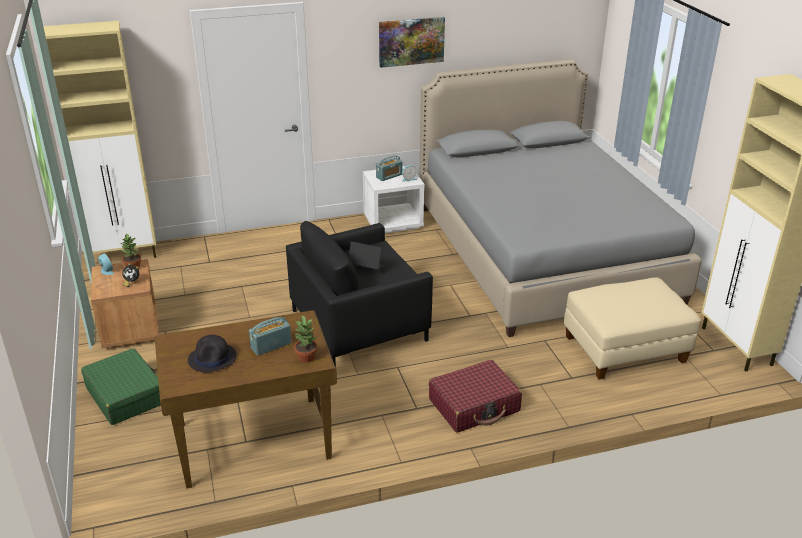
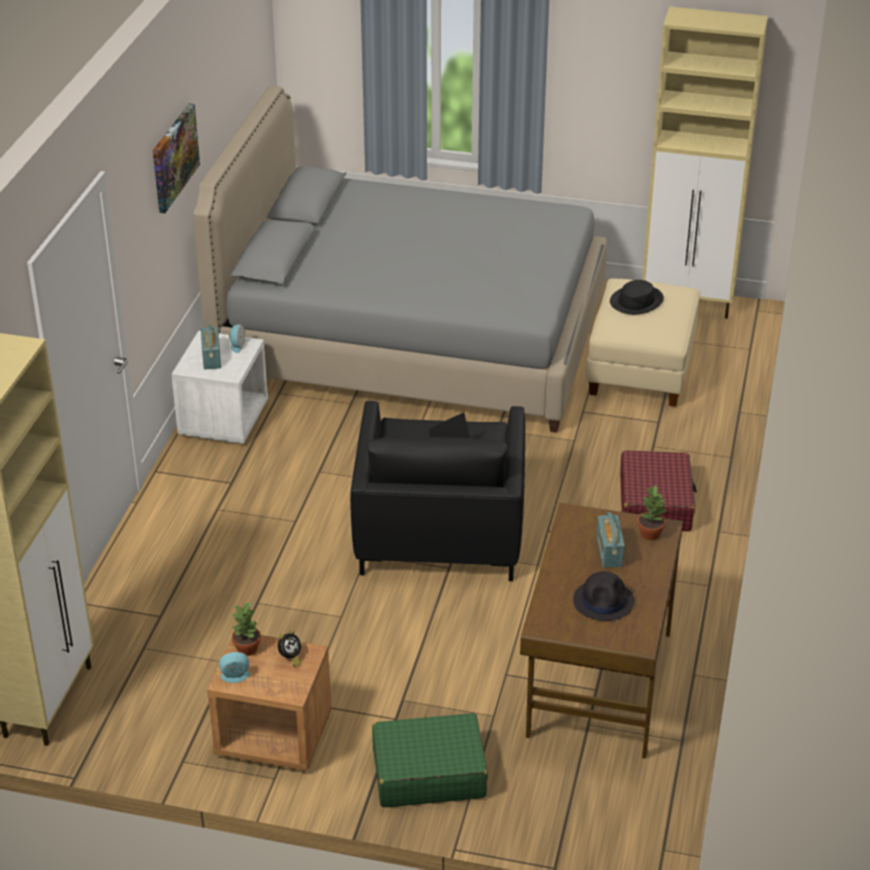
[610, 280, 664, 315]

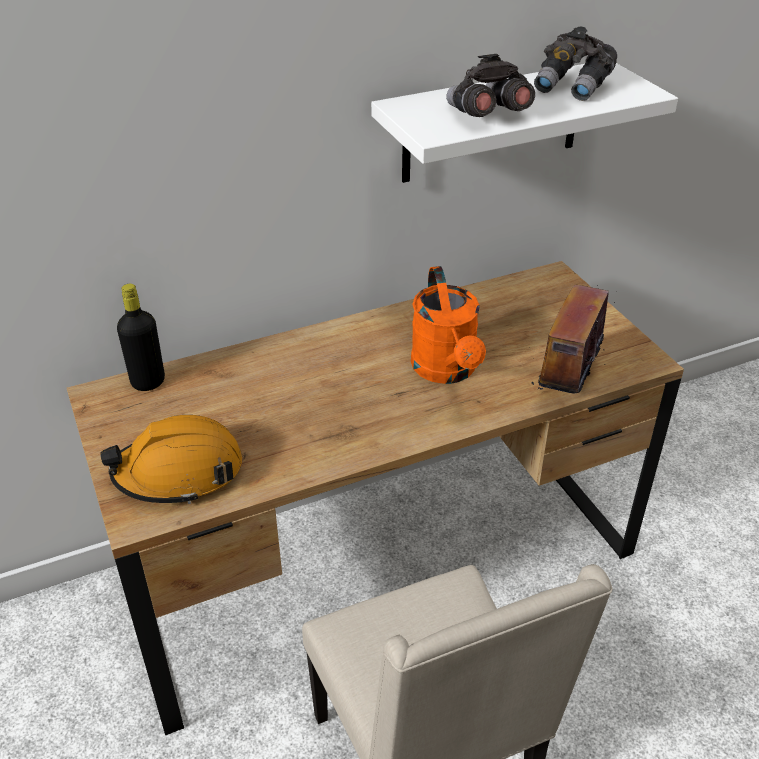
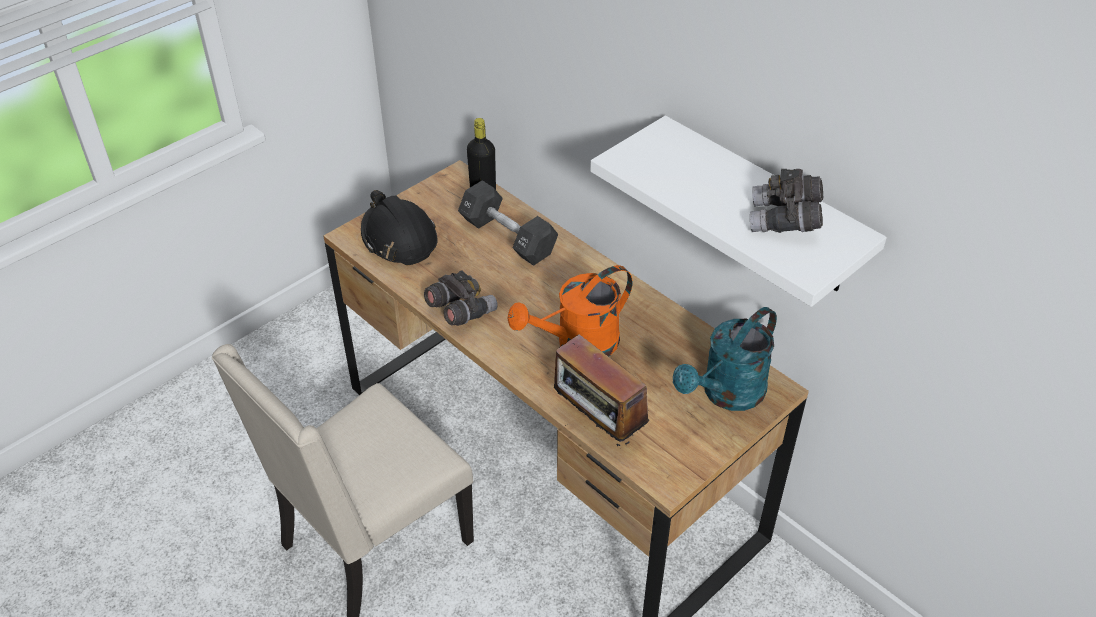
[361, 190, 438, 266]
[424, 271, 498, 326]
[546, 334, 649, 446]
[458, 180, 558, 266]
[673, 307, 777, 411]

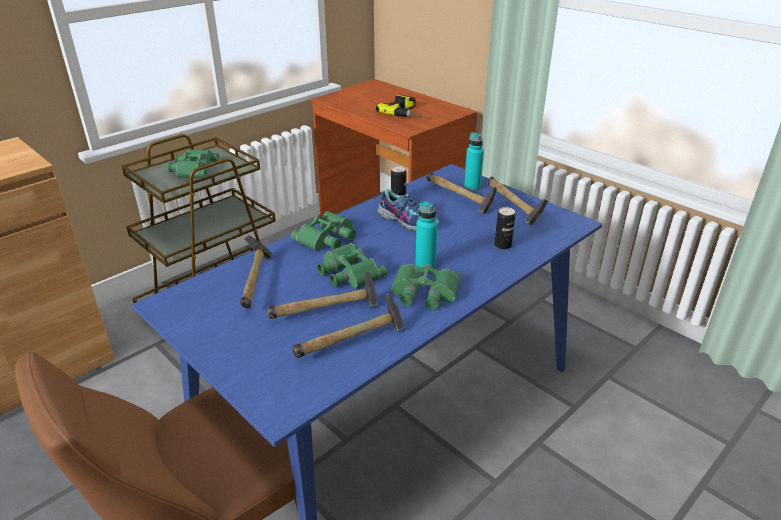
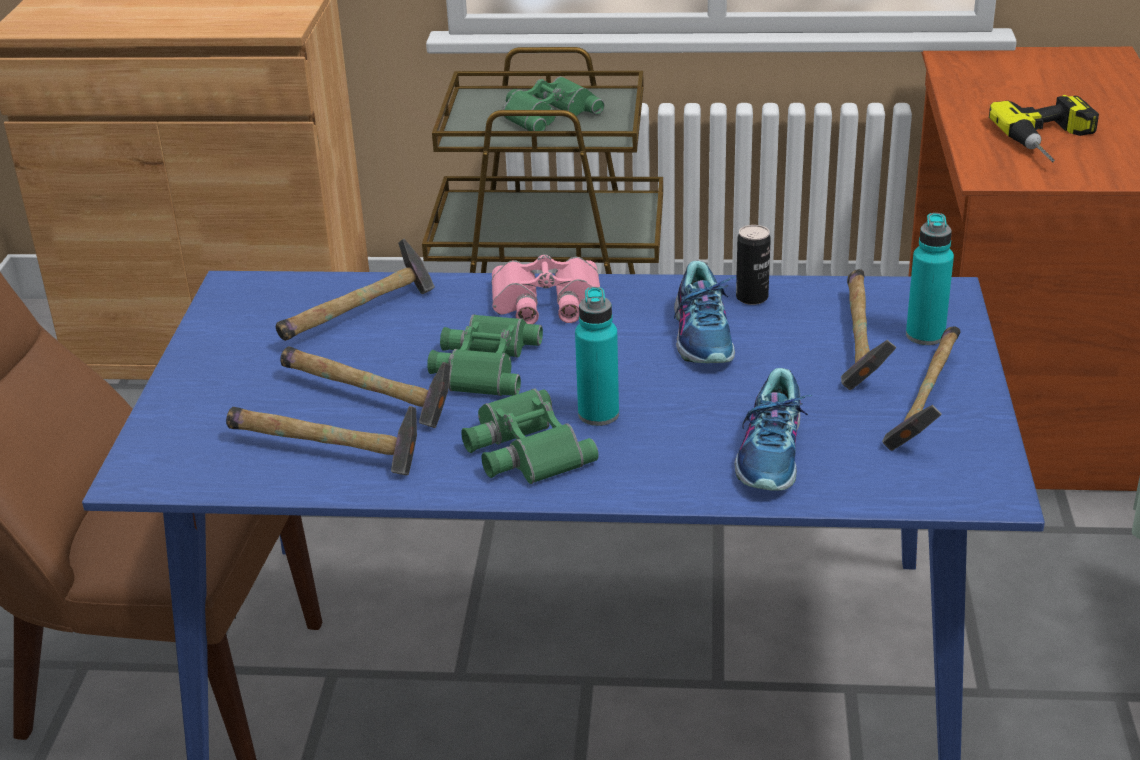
[491, 254, 600, 324]
[734, 368, 812, 491]

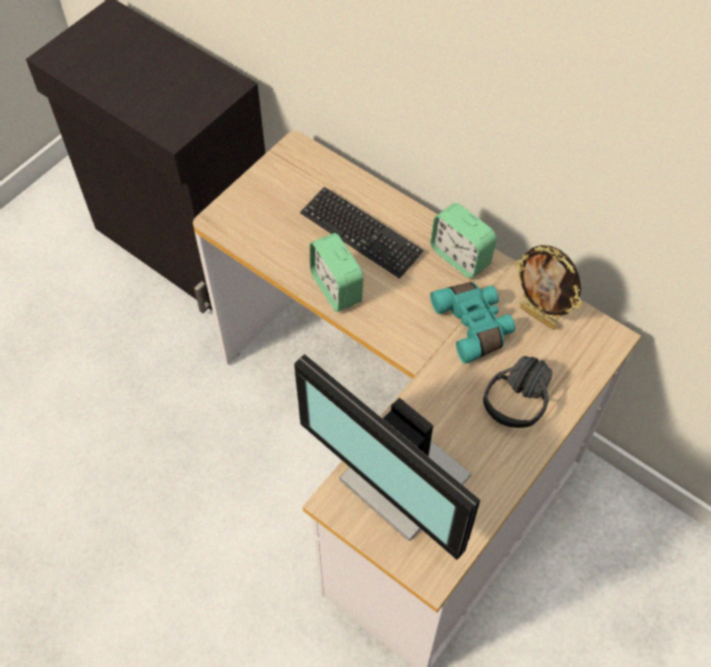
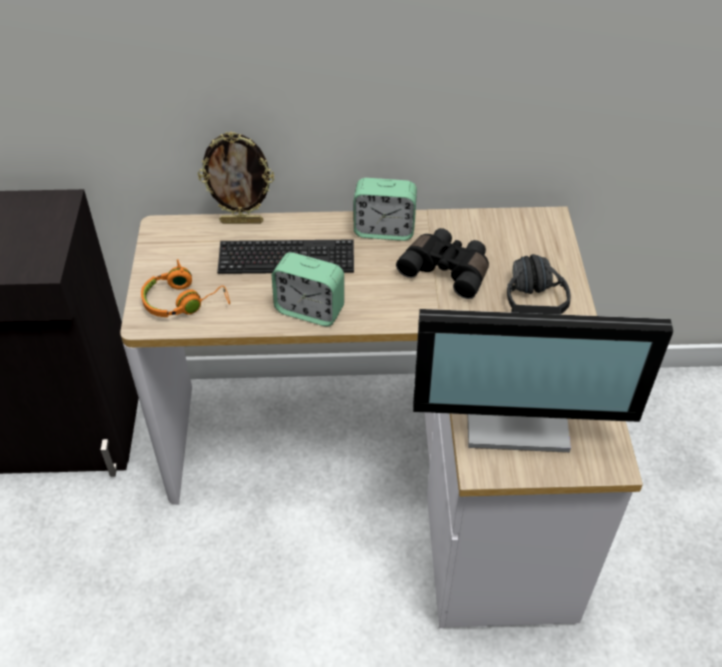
[396, 228, 489, 299]
[198, 131, 274, 224]
[141, 259, 230, 317]

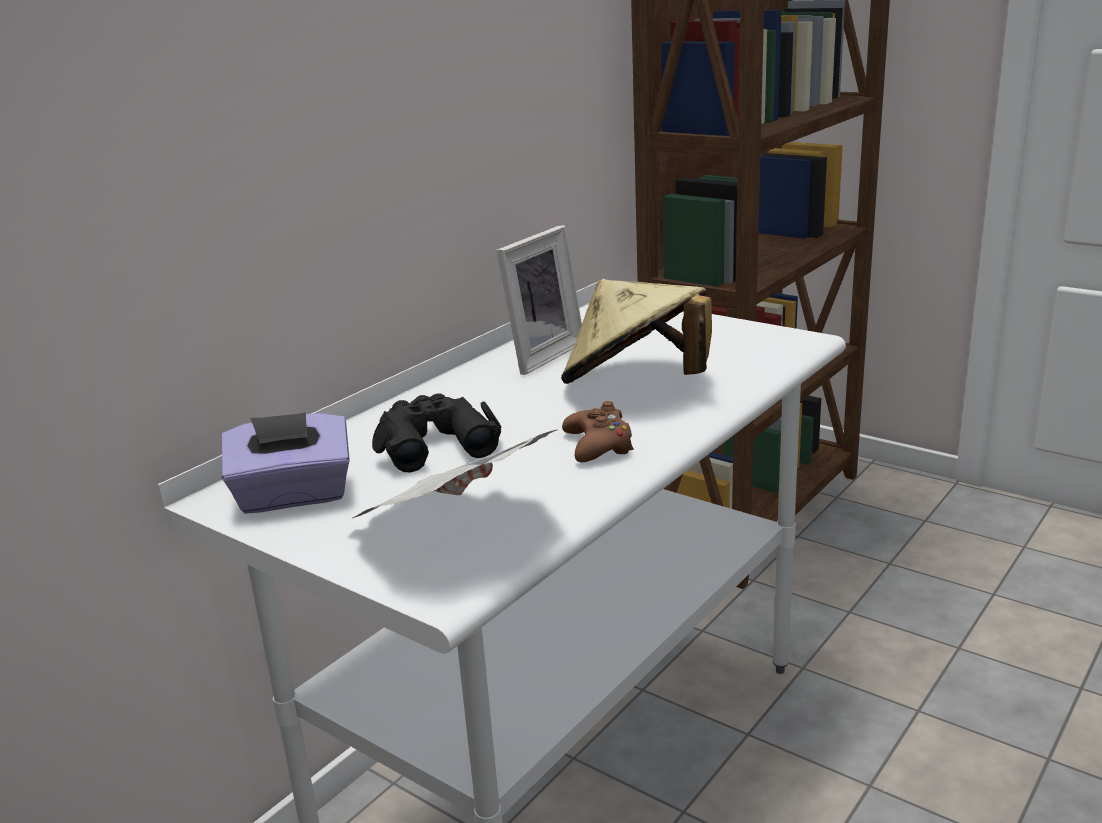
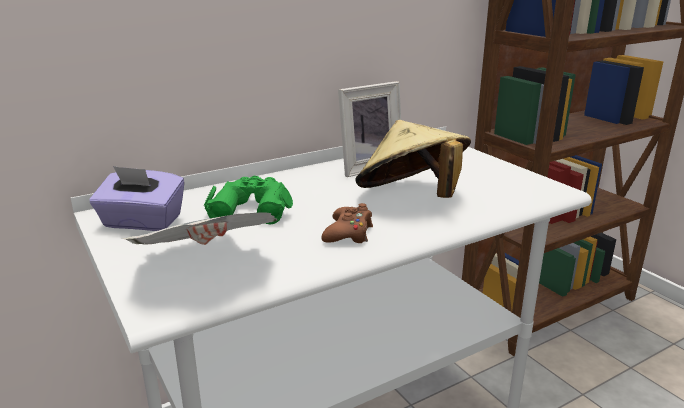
[204, 176, 293, 224]

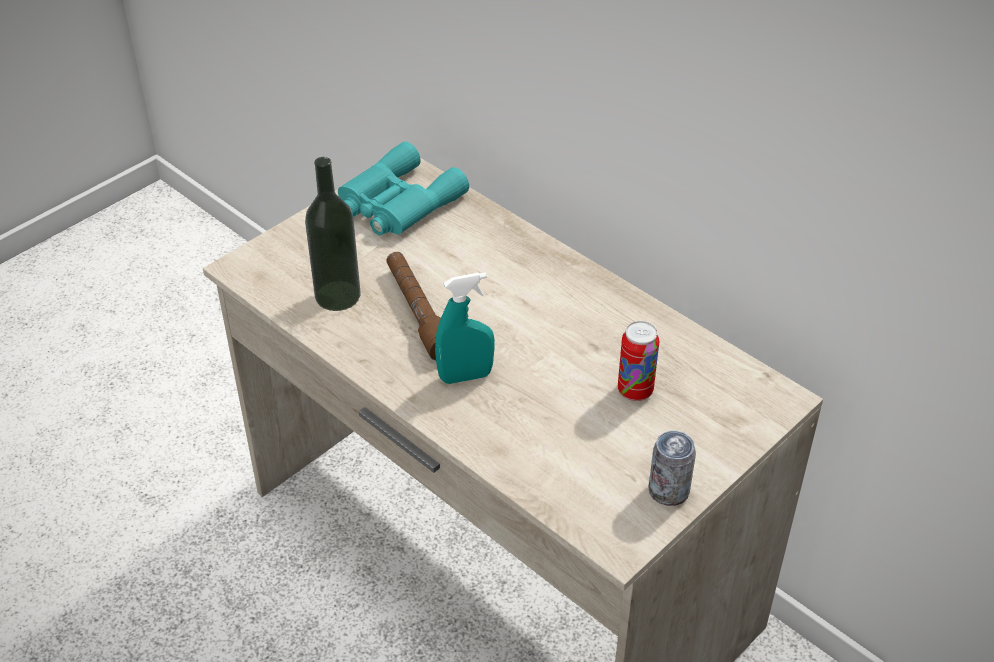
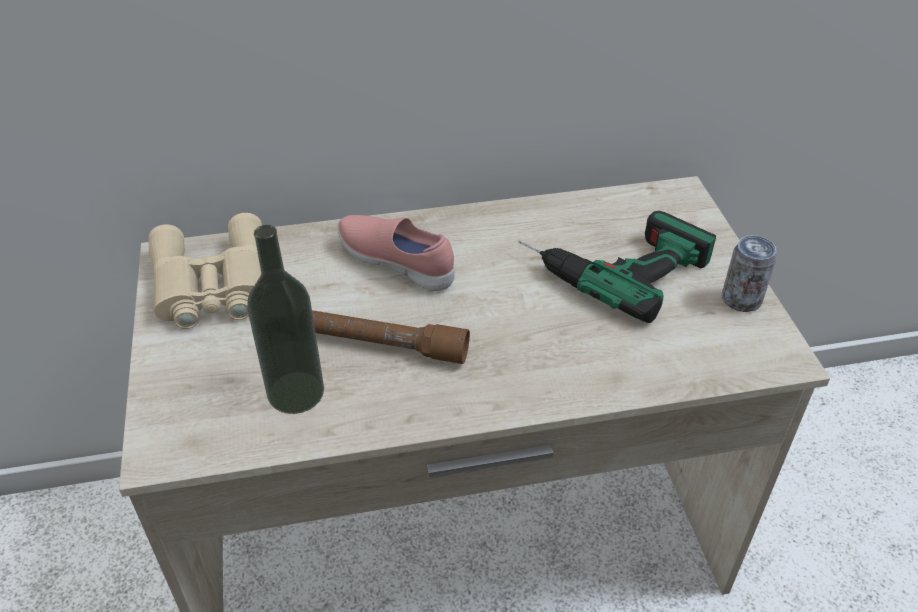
[149, 213, 262, 329]
[435, 273, 495, 384] (first image)
[518, 211, 716, 323]
[337, 215, 455, 291]

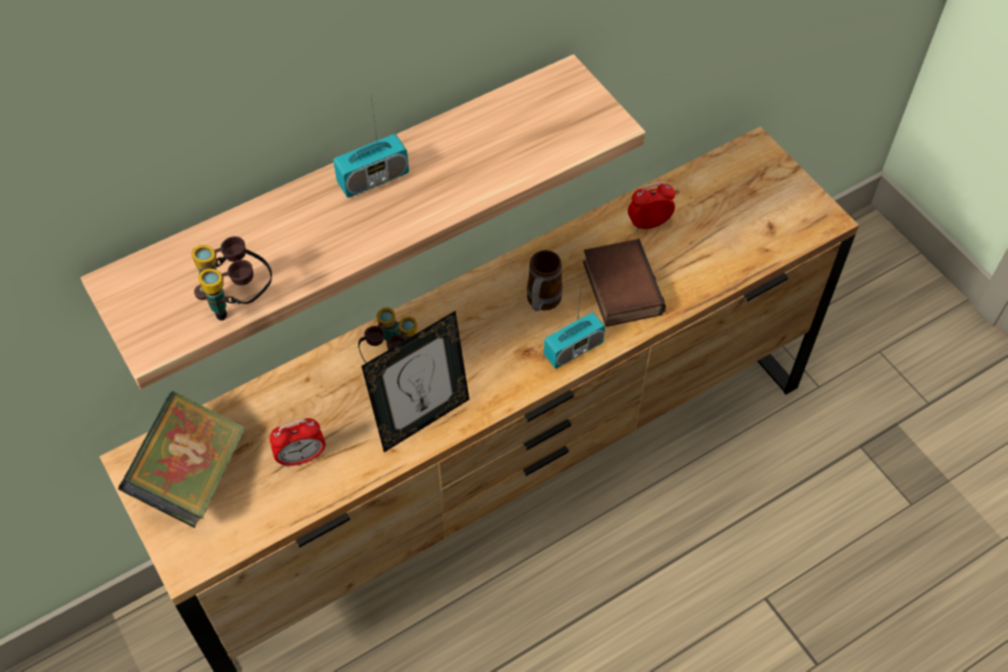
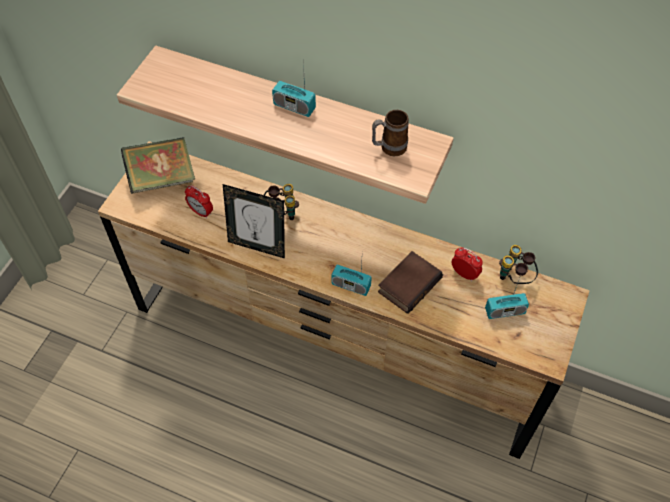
[499, 245, 538, 284]
[372, 110, 409, 156]
[485, 275, 529, 319]

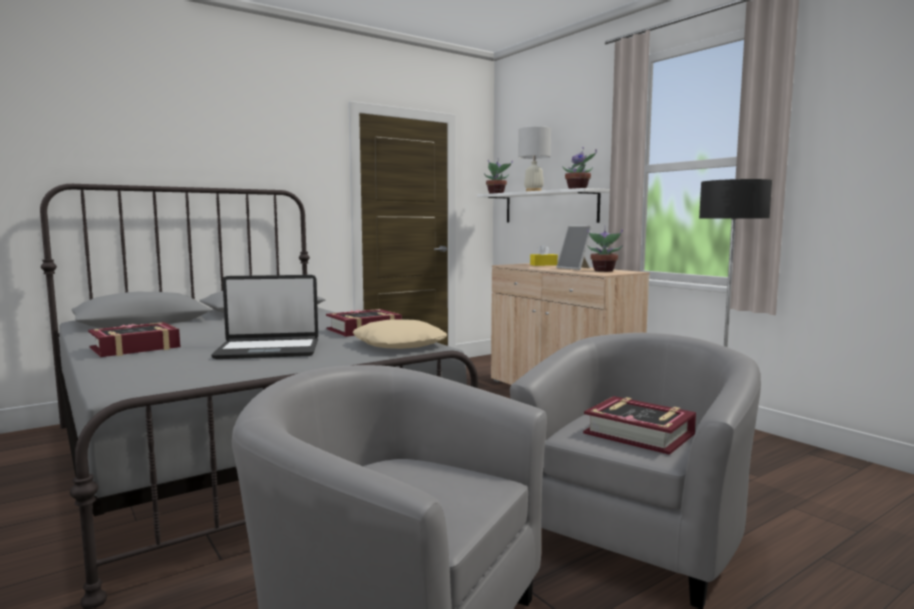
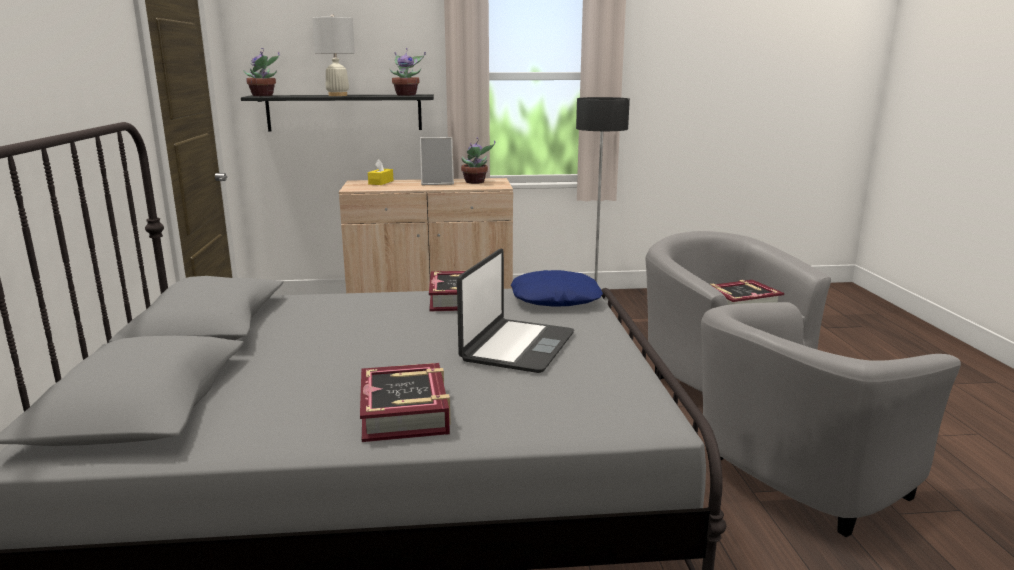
[511, 270, 603, 307]
[241, 94, 434, 131]

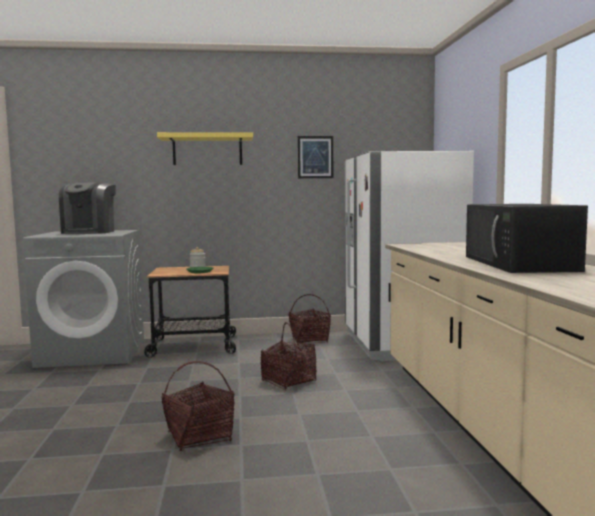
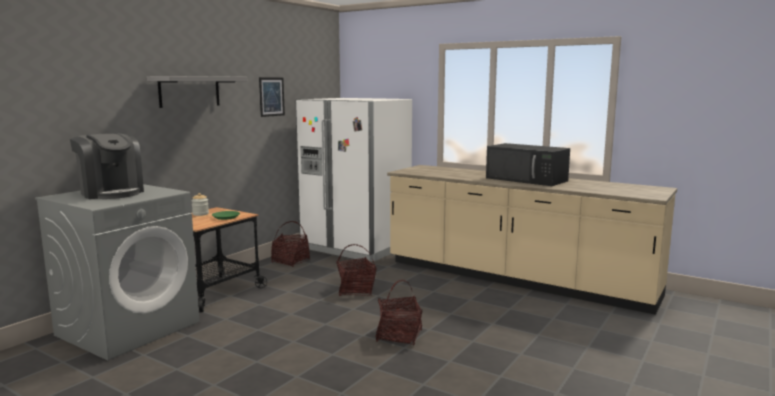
[147, 76, 248, 108]

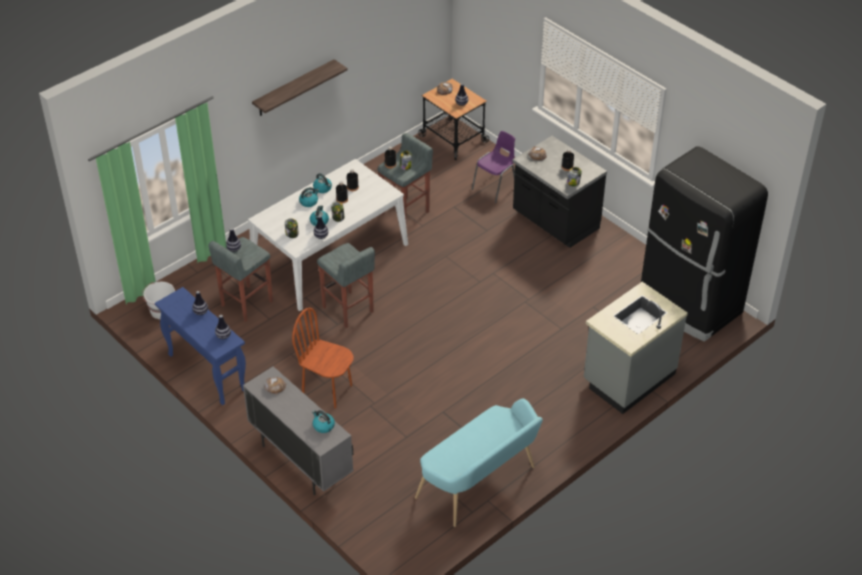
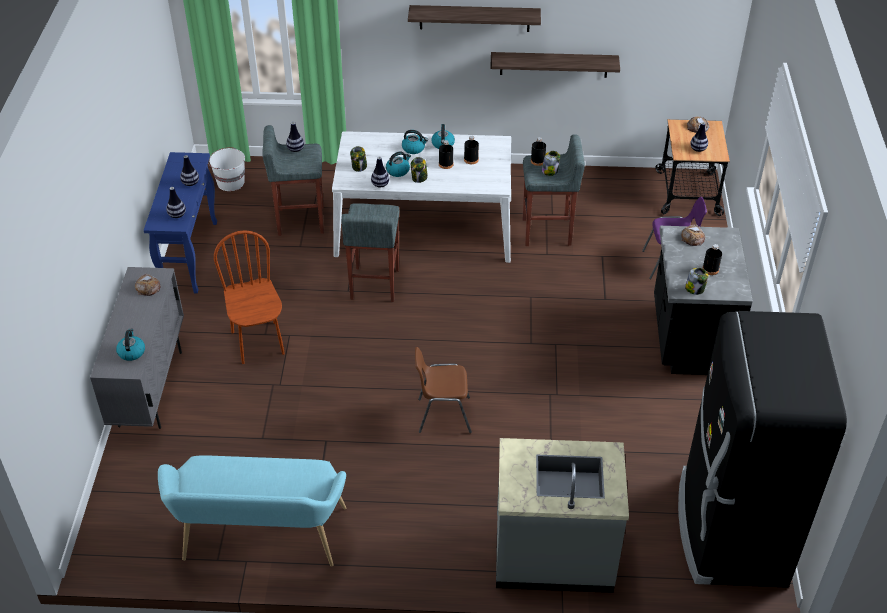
[415, 347, 472, 433]
[490, 52, 620, 78]

